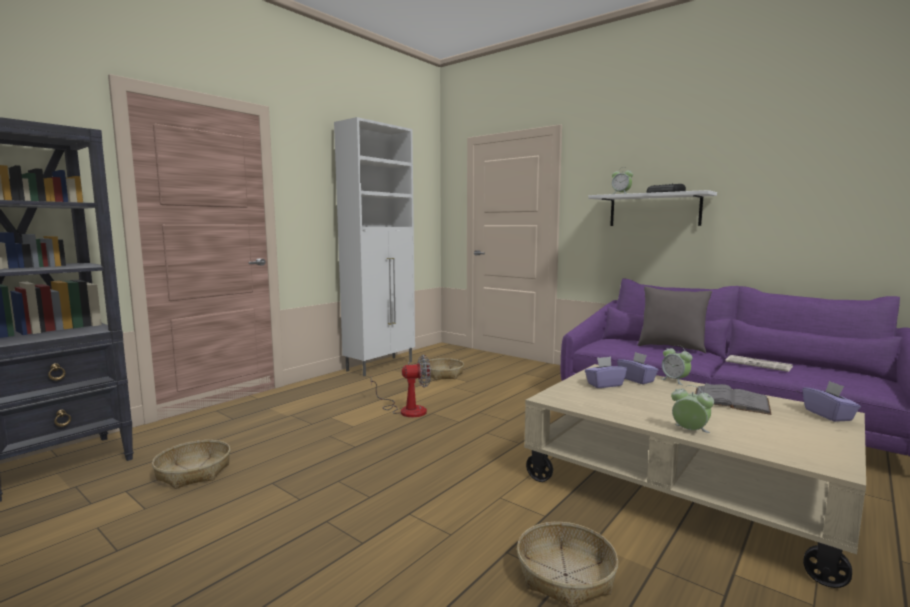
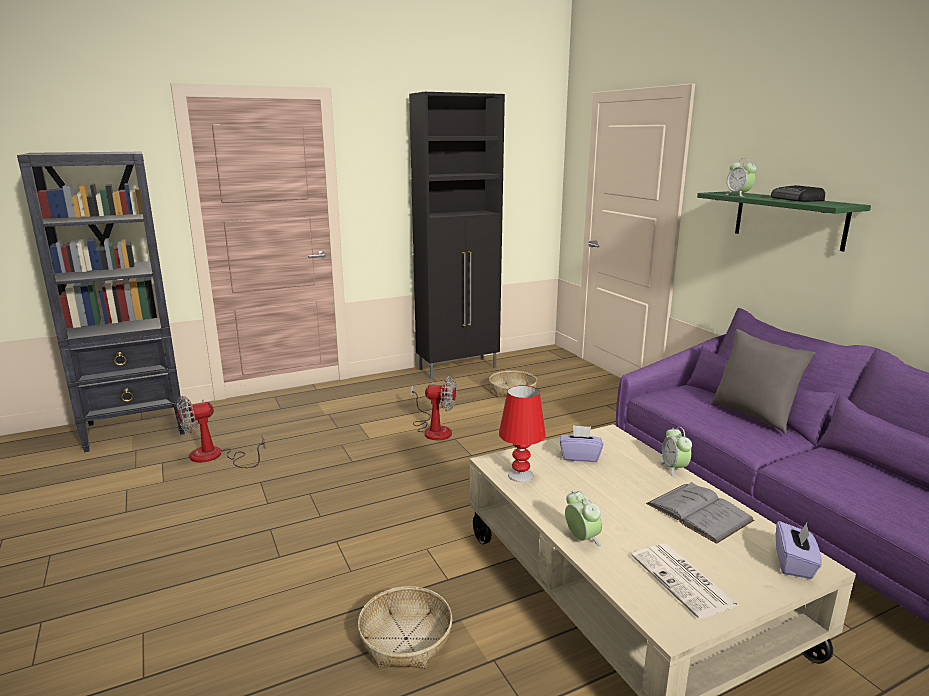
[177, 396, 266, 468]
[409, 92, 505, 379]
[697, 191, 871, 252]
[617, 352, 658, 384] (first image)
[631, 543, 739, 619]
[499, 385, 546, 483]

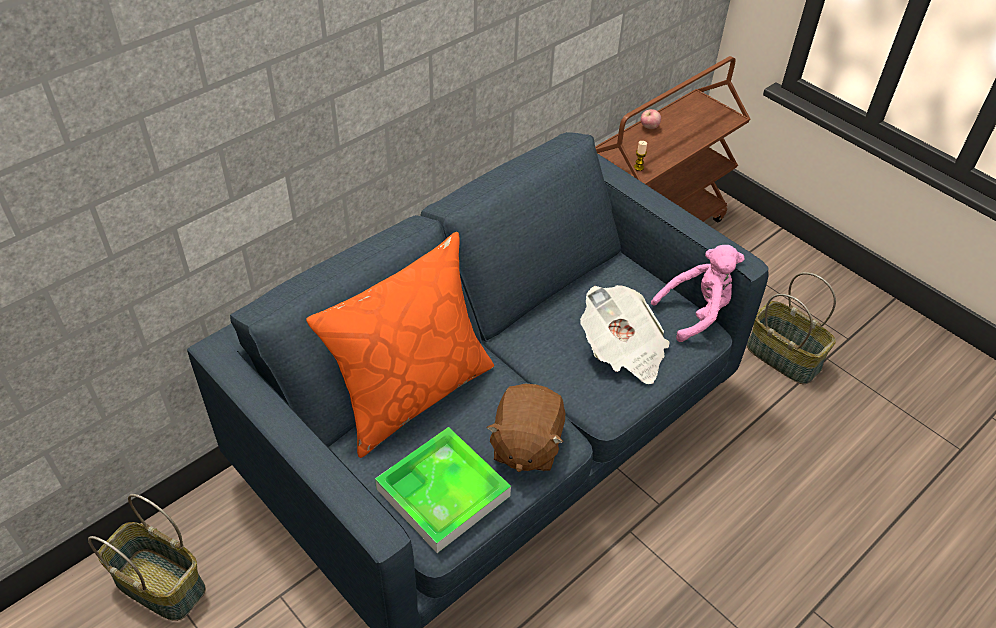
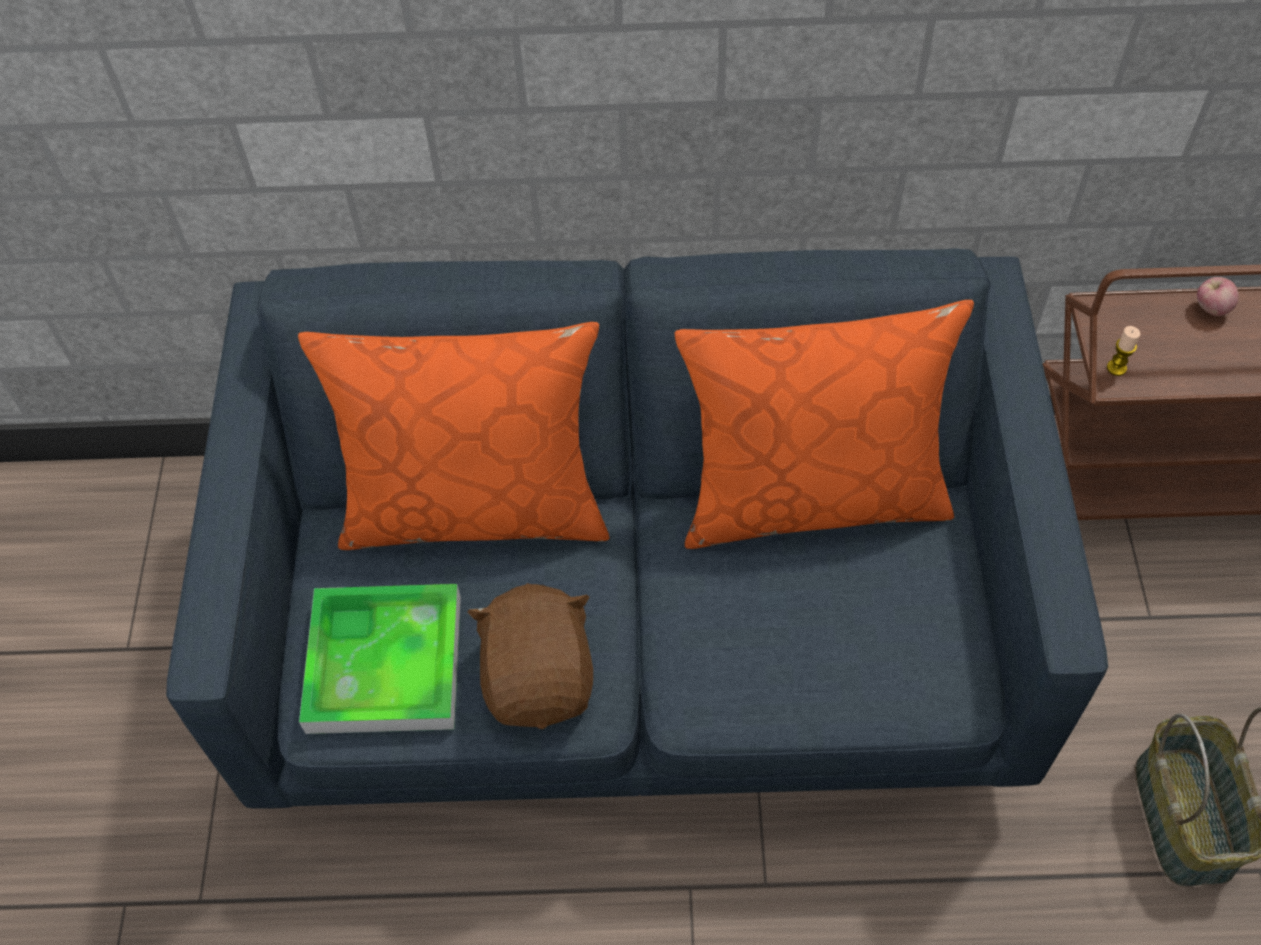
[88, 494, 206, 621] (first image)
[467, 583, 593, 729]
[580, 285, 670, 384] (first image)
[651, 245, 744, 342] (first image)
[675, 300, 974, 549]

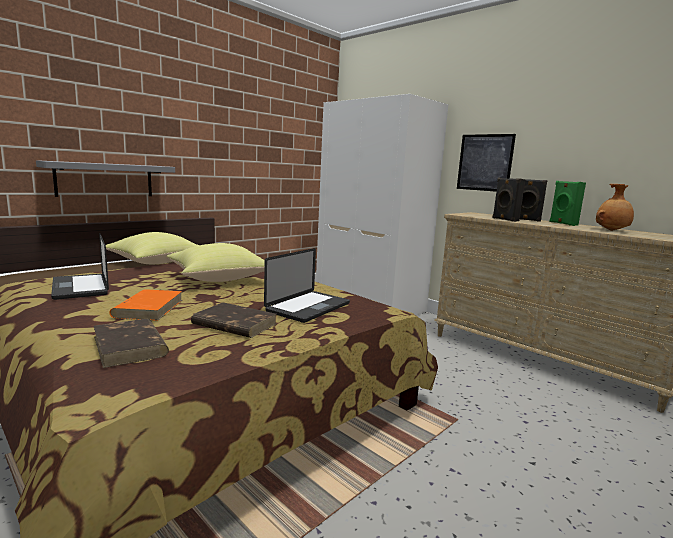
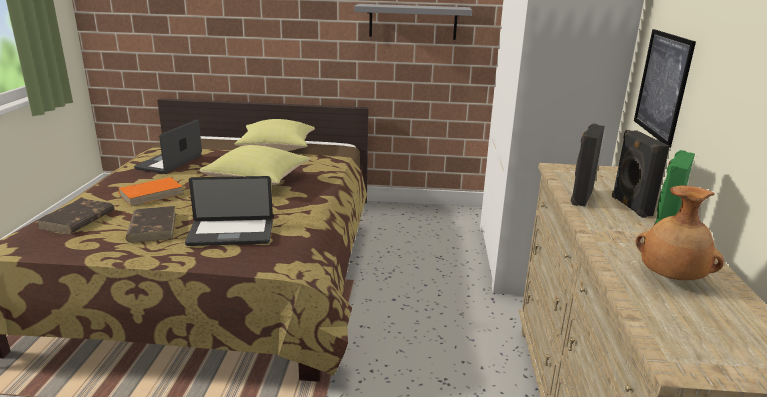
[354, 4, 472, 40]

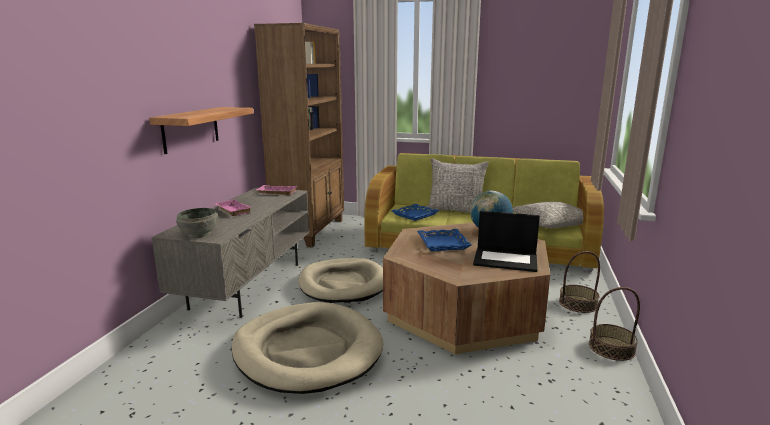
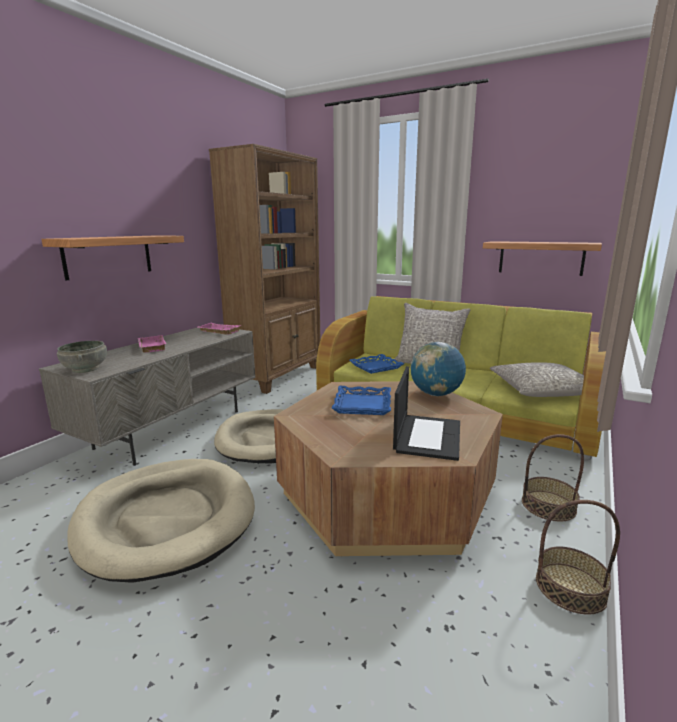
[393, 366, 460, 461]
[483, 241, 602, 276]

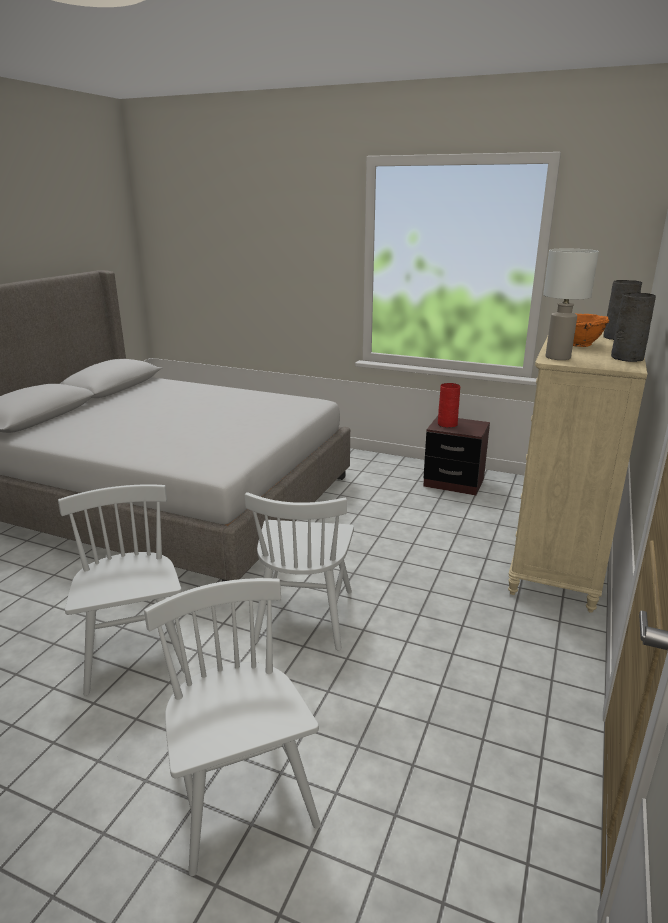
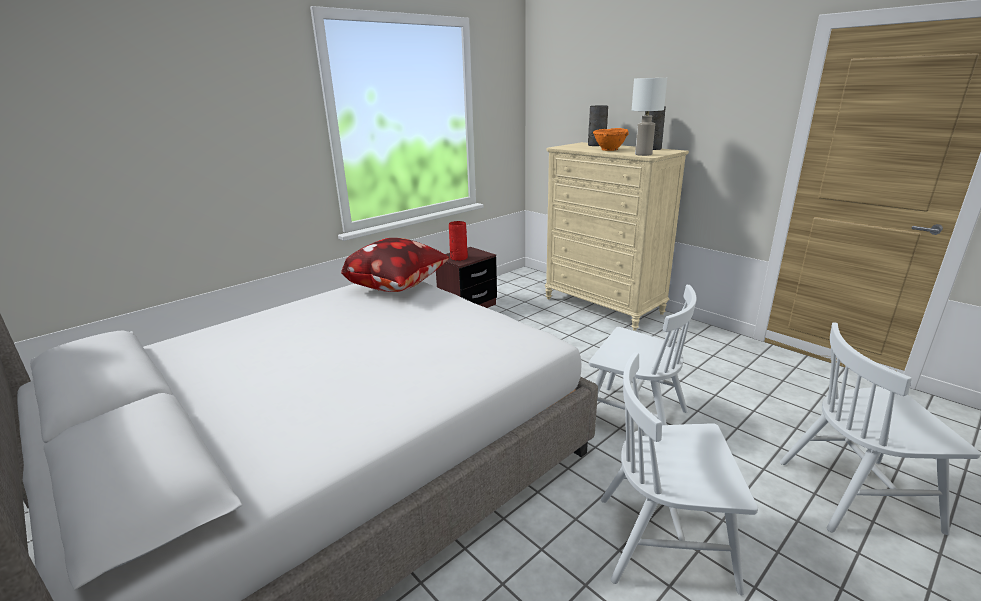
[341, 238, 449, 292]

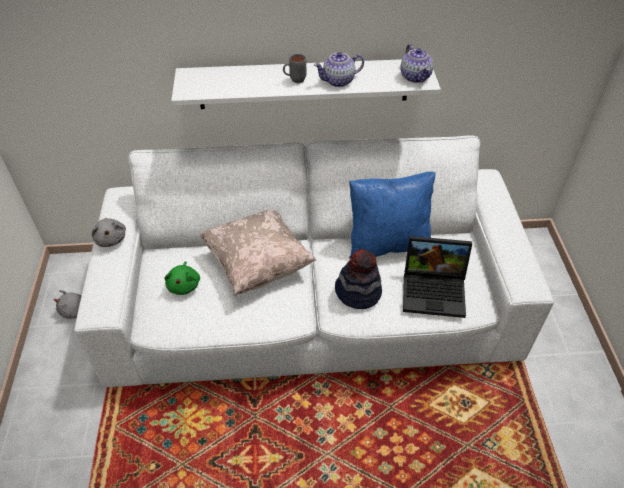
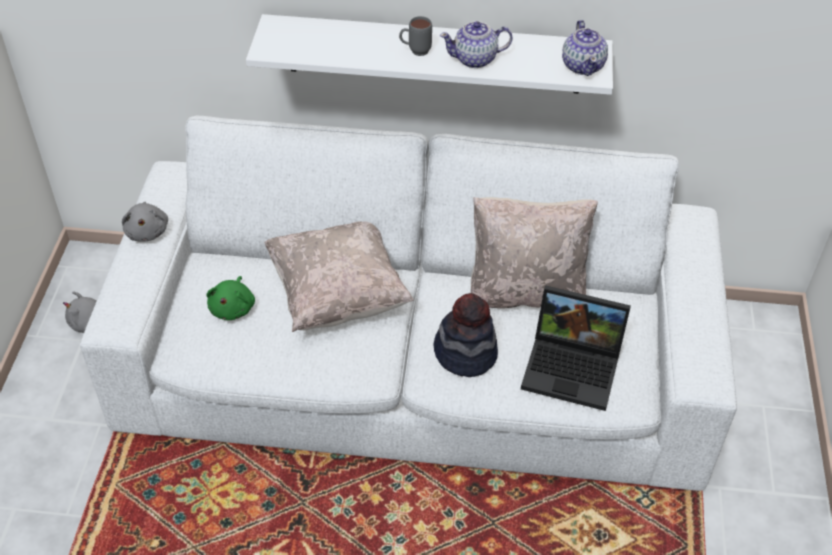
[470, 197, 598, 308]

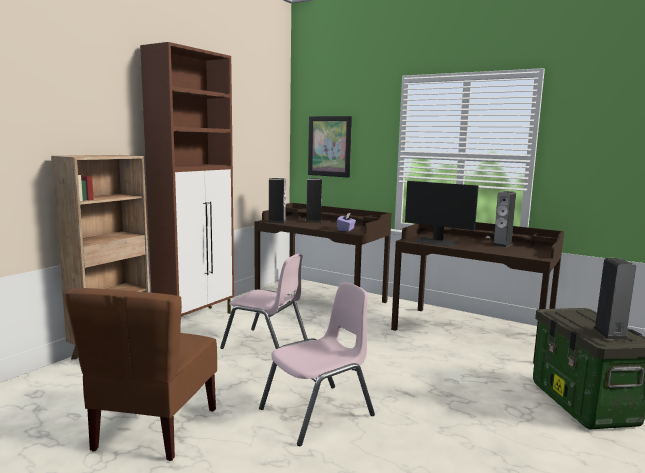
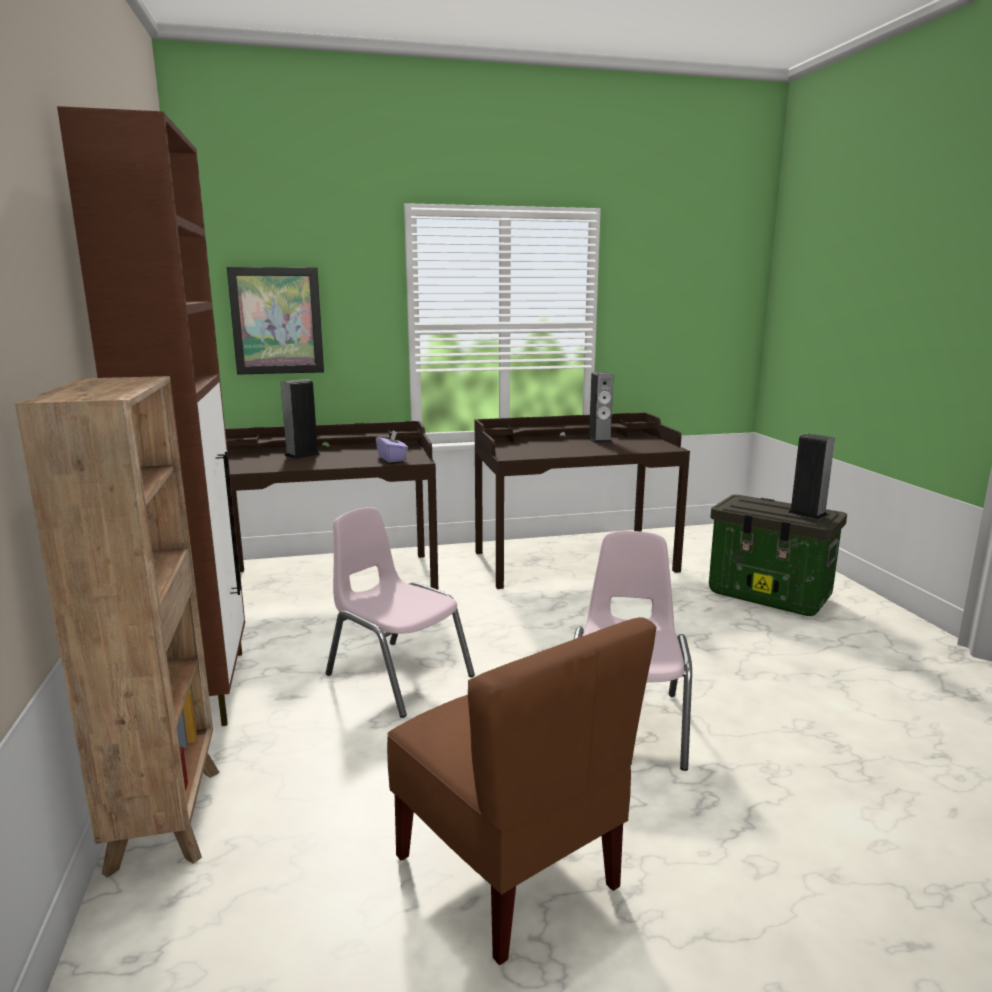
[326, 507, 475, 718]
[268, 178, 287, 223] (first image)
[405, 181, 479, 247] (first image)

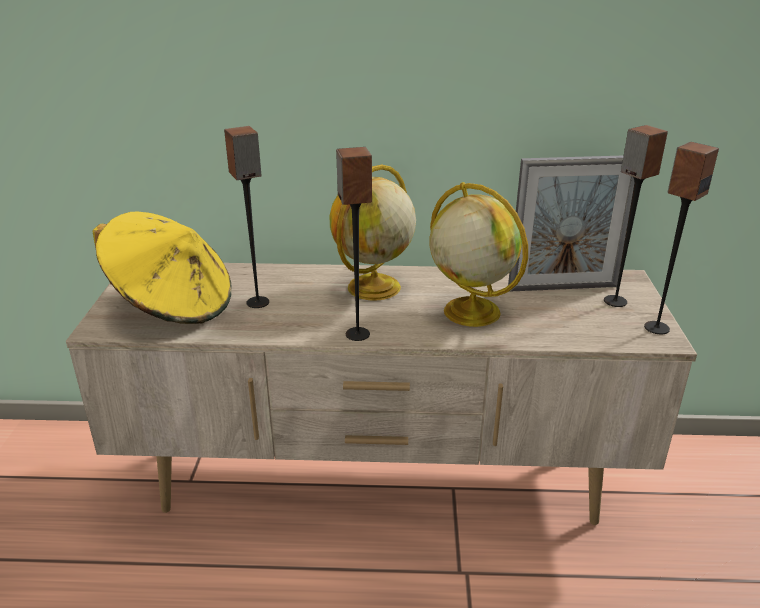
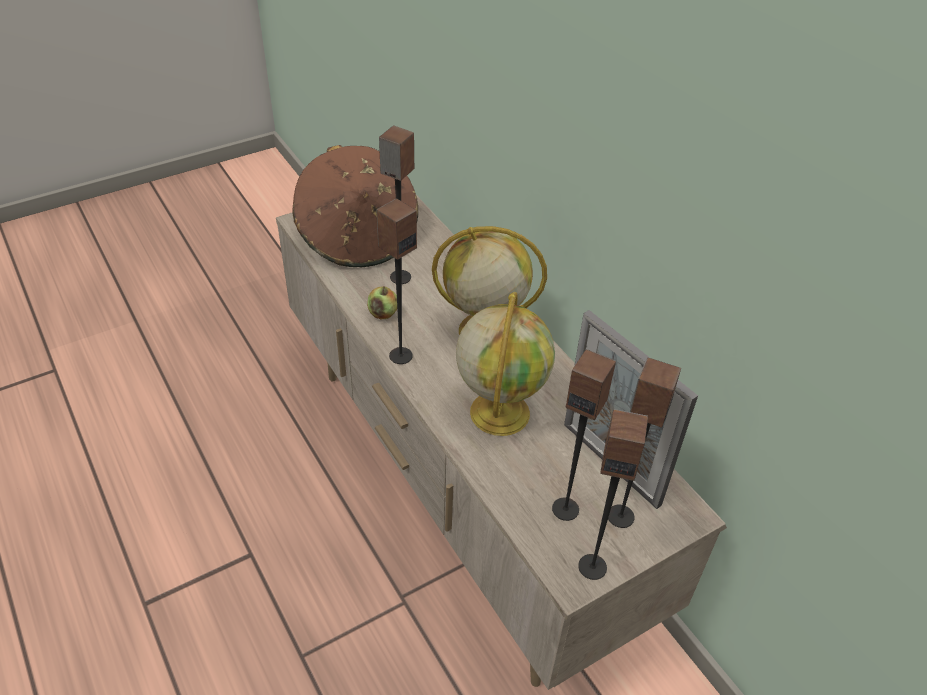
[292, 145, 418, 268]
[367, 286, 397, 319]
[552, 349, 616, 521]

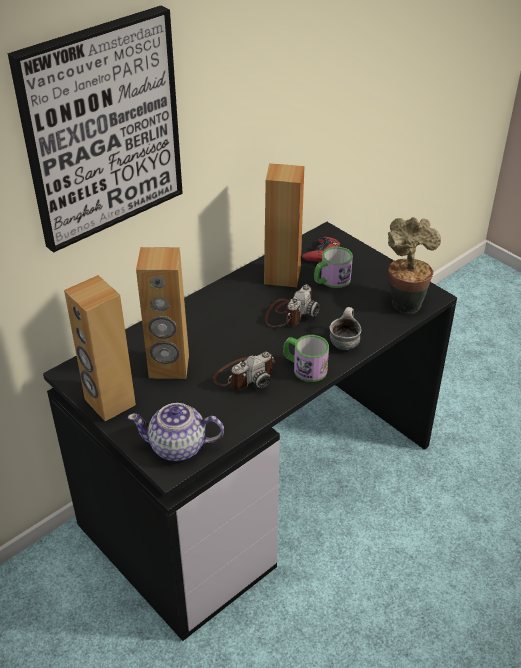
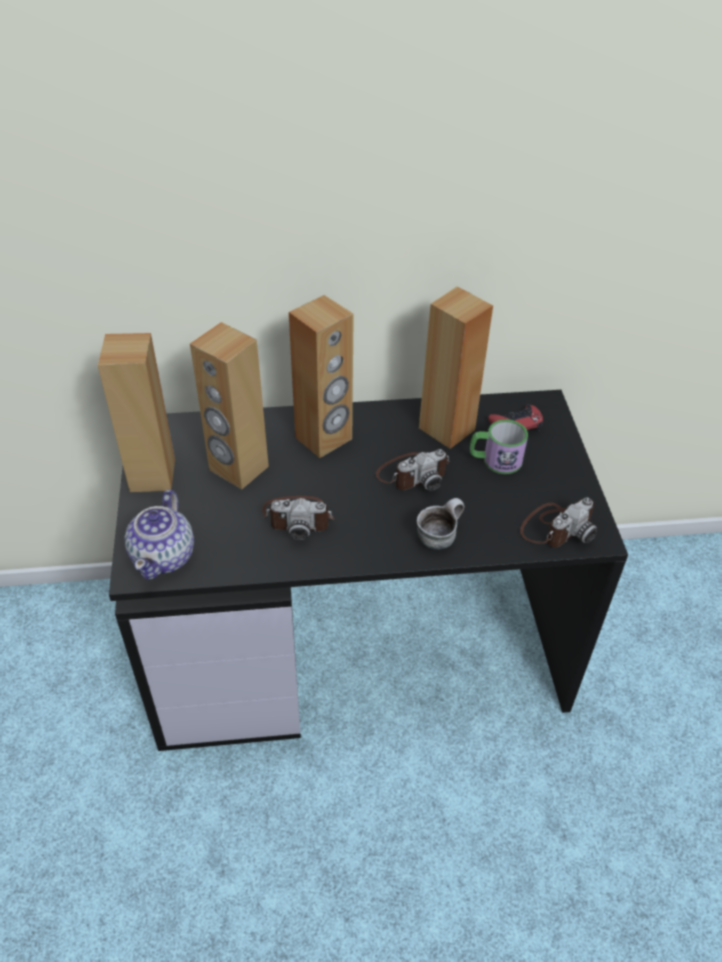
[8, 6, 183, 253] (first image)
[124, 489, 194, 580]
[283, 335, 329, 382] (first image)
[520, 498, 598, 548]
[289, 295, 354, 458]

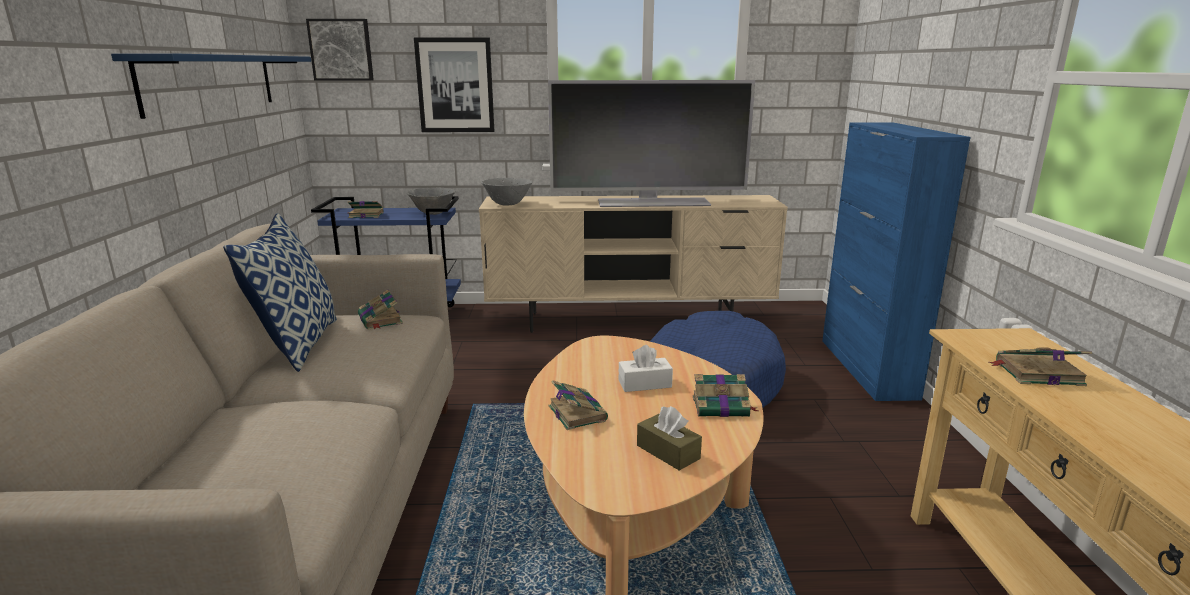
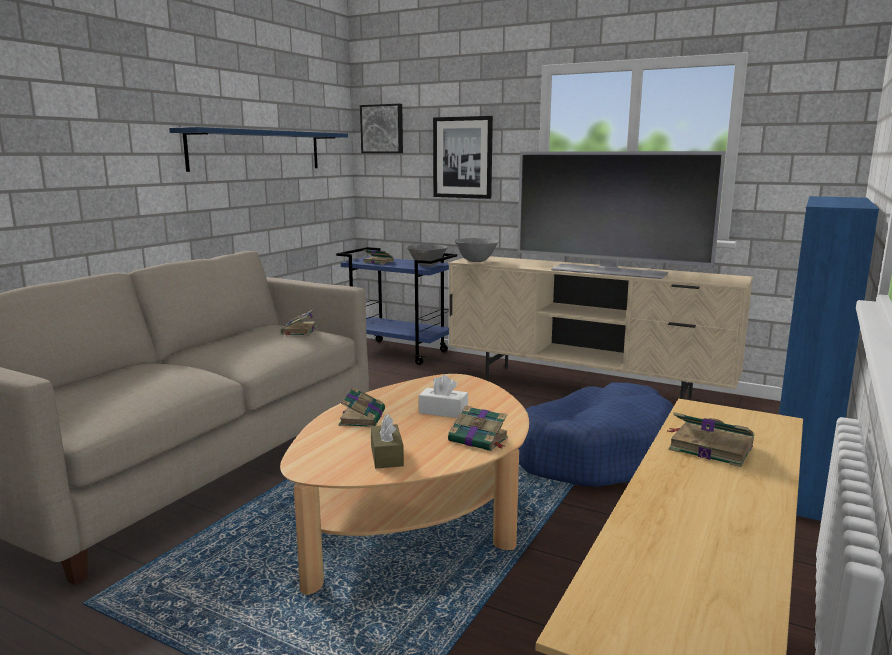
[223, 213, 337, 372] (first image)

